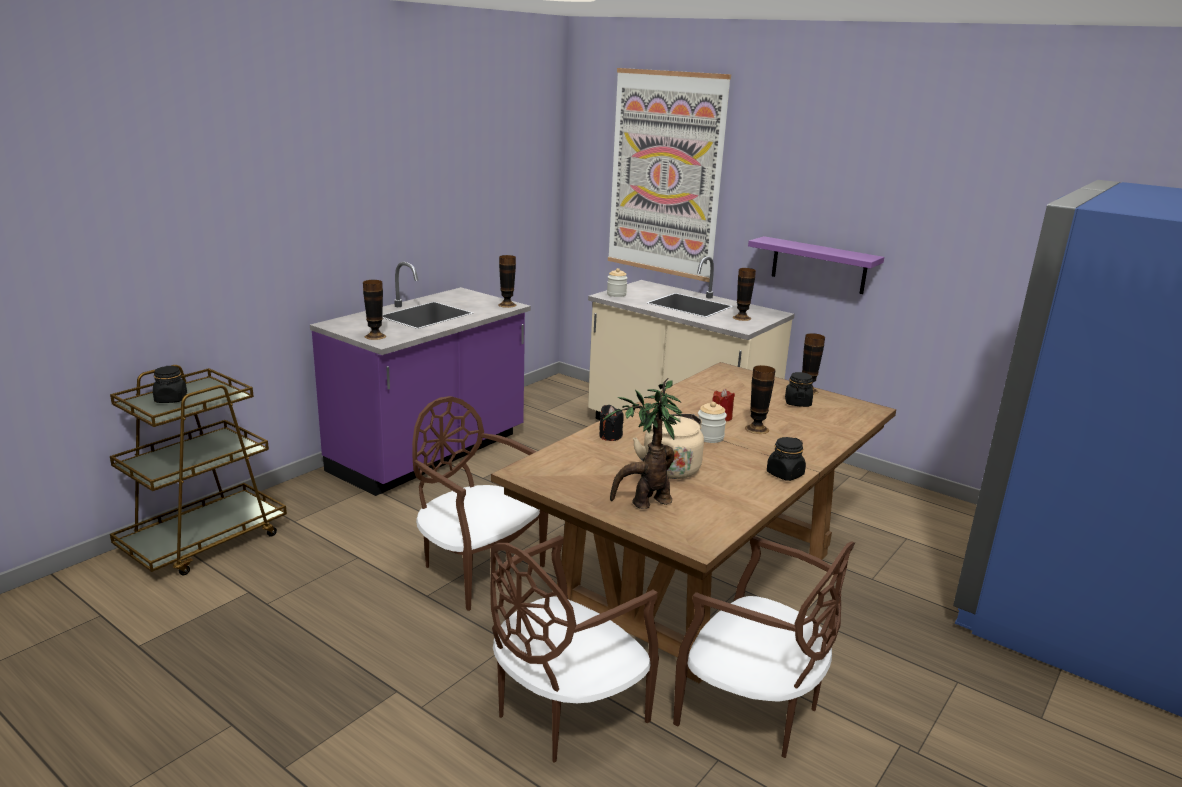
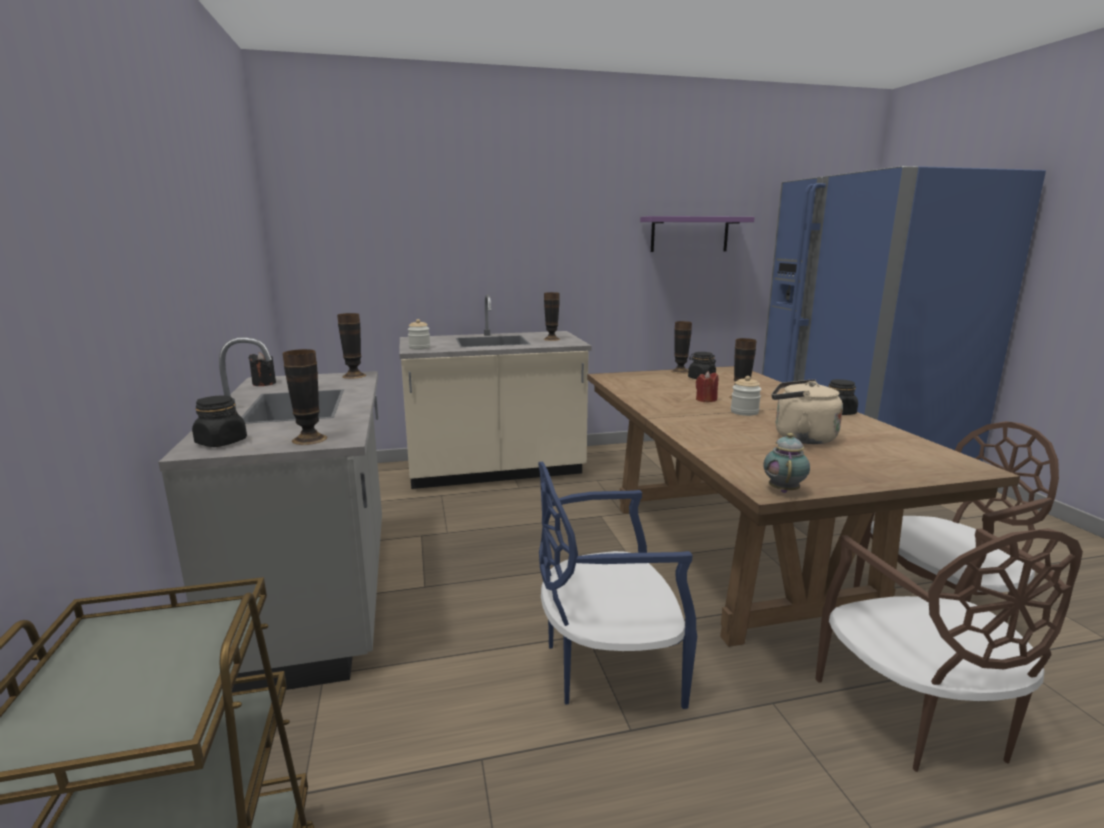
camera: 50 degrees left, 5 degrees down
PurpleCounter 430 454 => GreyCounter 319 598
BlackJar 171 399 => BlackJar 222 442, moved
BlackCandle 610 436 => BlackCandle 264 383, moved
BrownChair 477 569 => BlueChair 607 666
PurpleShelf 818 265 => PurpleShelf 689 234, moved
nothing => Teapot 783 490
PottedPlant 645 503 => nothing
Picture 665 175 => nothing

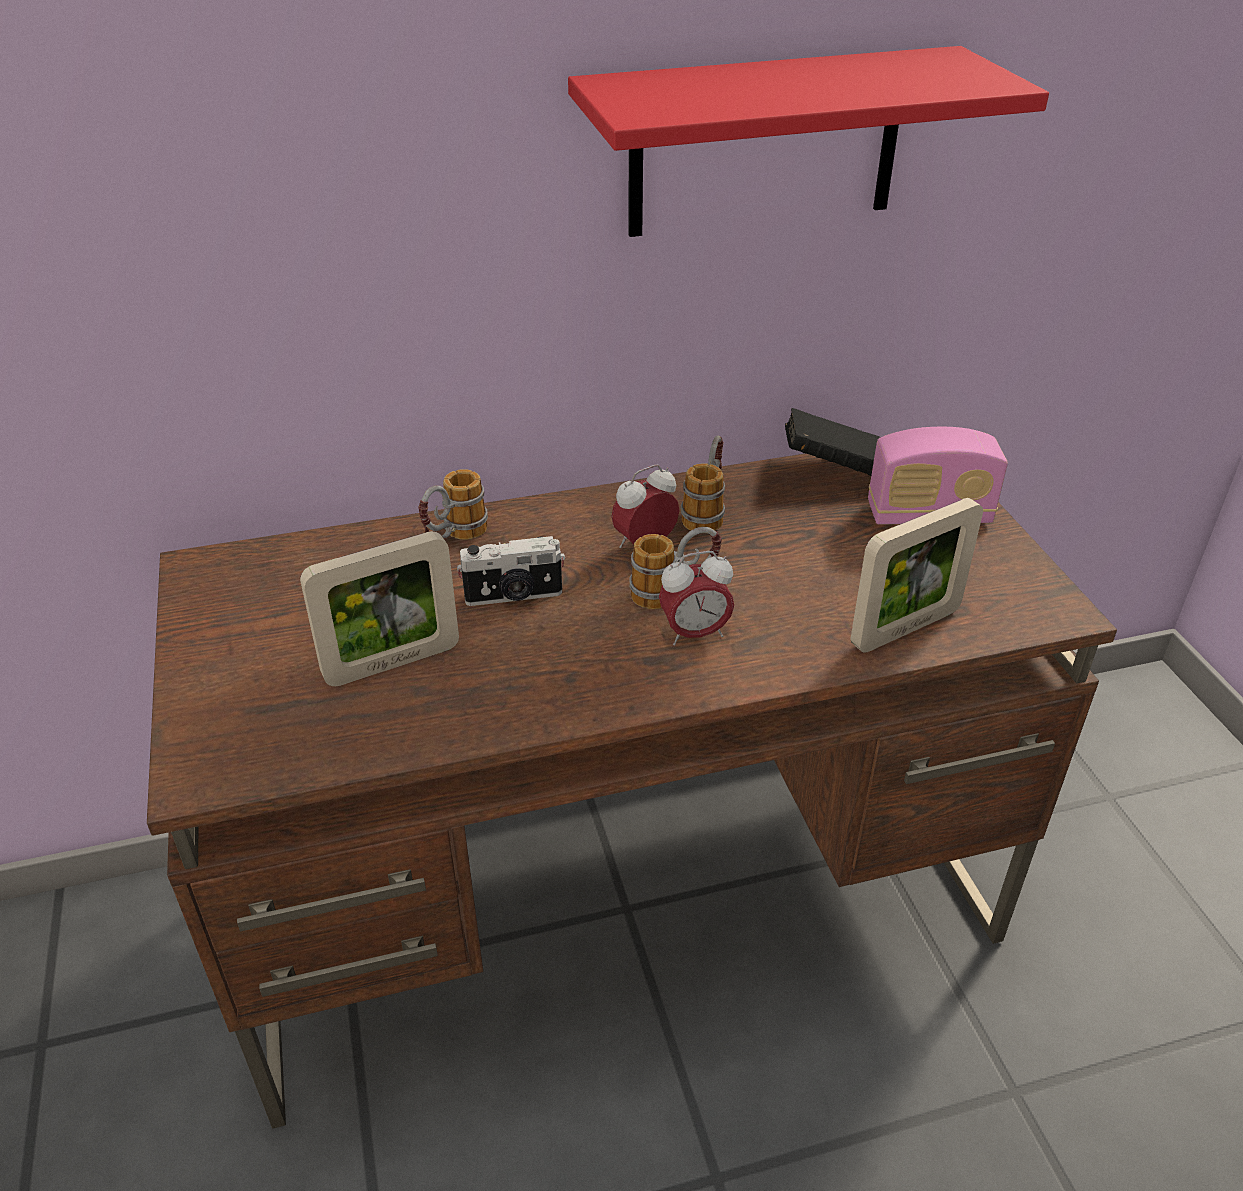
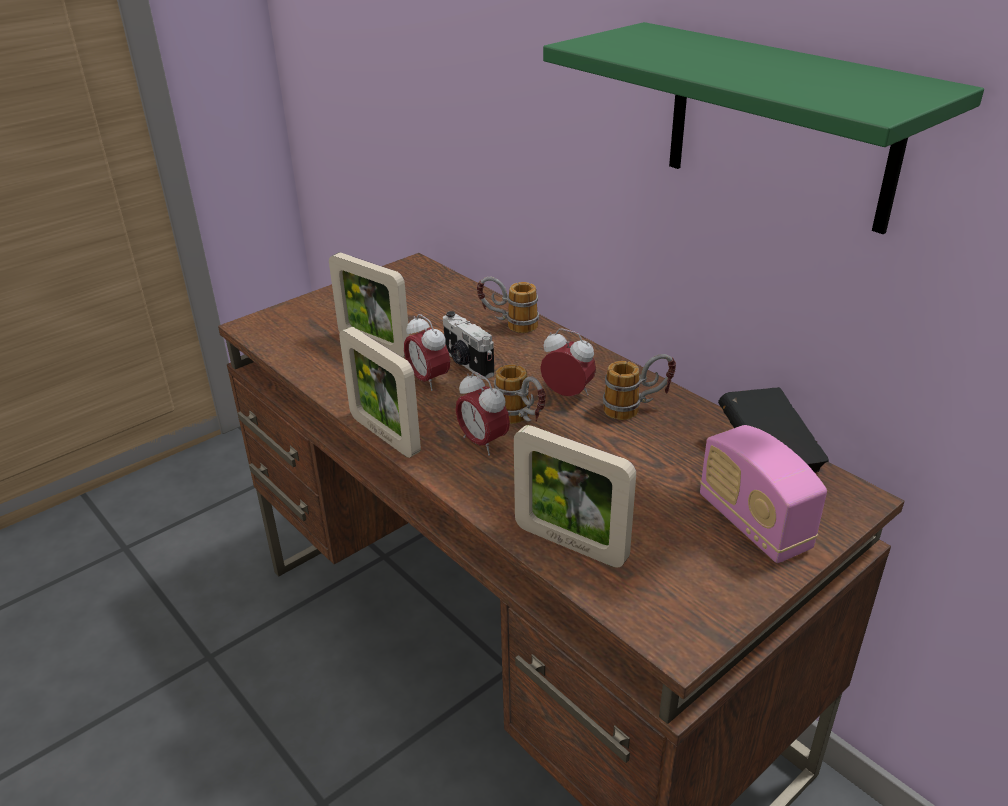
camera: 65 degrees right, 5 degrees down
nothing => PictureFrame 384 435
nothing => AlarmClock 428 380
RedShelf 765 143 => GreenShelf 780 126

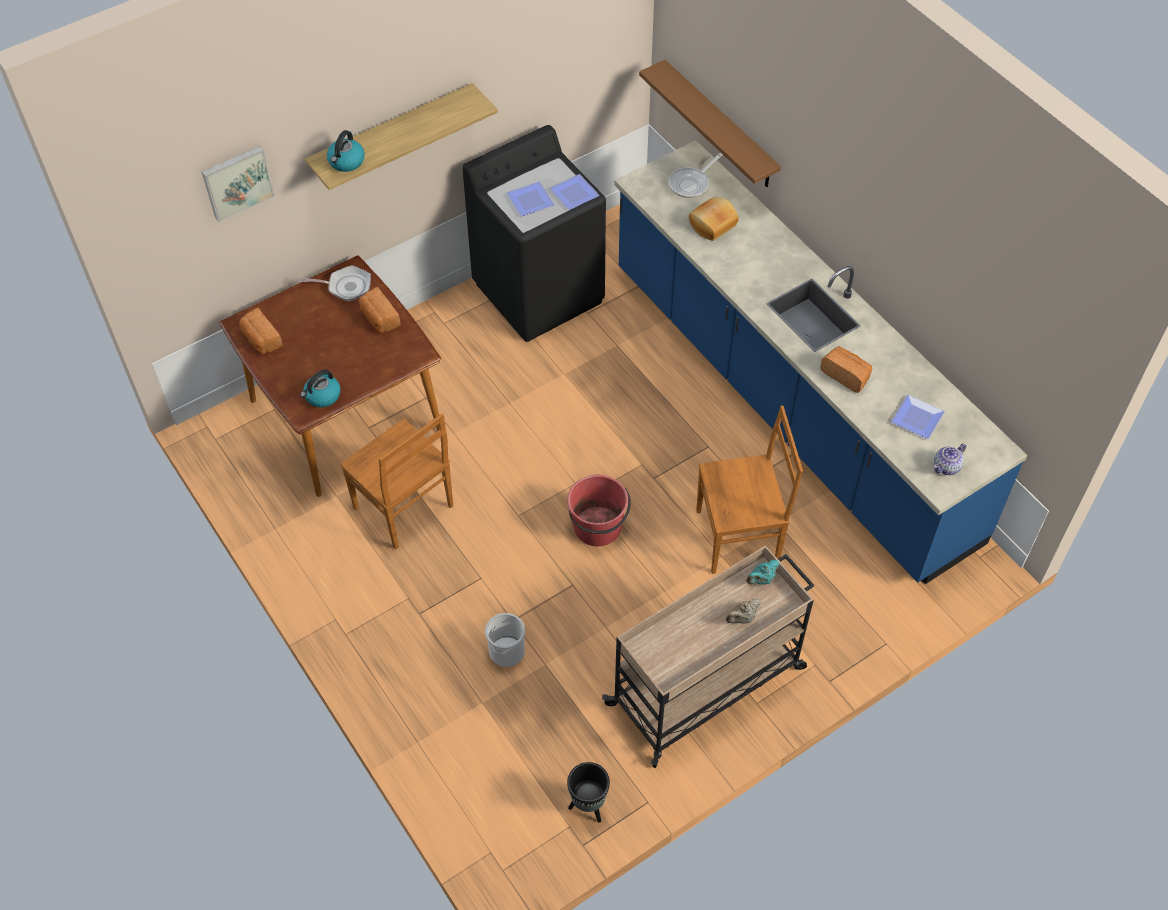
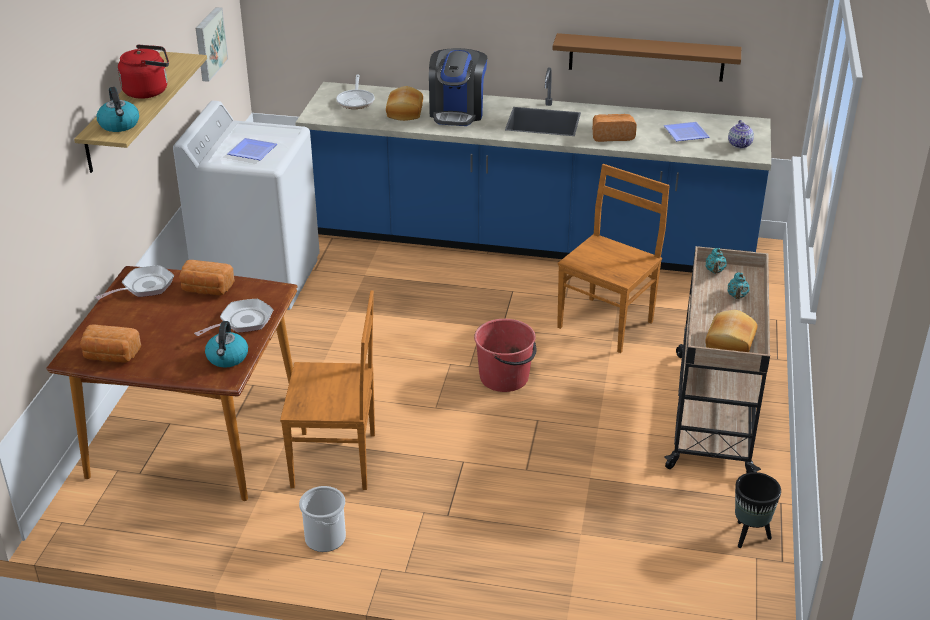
camera: 45 degrees left, 20 degrees down
nothing => RedKettle 149 91
BlackWashingMachine 539 292 => WhiteWashingMachine 259 278
nothing => FryingPan 243 322
Picture 237 182 => Picture 209 43, moved
Bucket 506 651 => Bucket 325 538, moved
nothing => CoffeeMachine 457 112
BrownShelf 720 125 => BrownShelf 646 57, moved
nothing => Bread 728 343
BeigeTeapot 742 618 => TurquoiseTeapot 737 296
Plate 572 193 => nothing

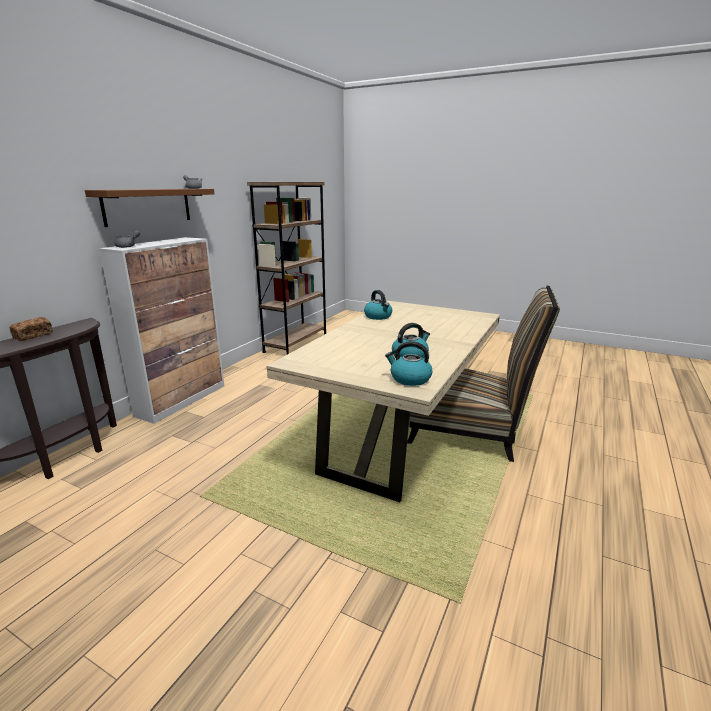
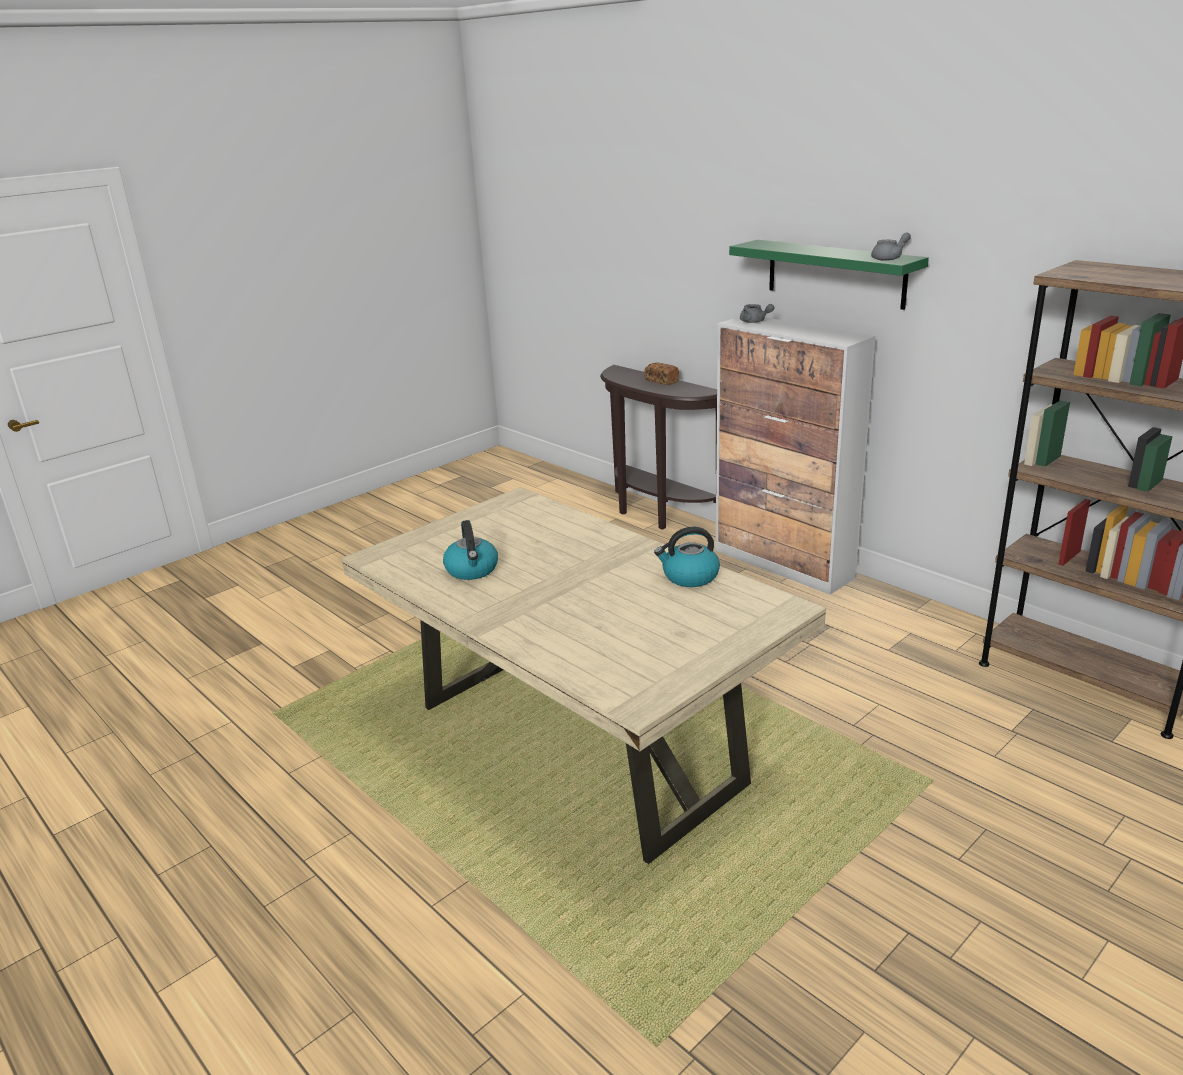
camera: 110 degrees right, 5 degrees up
BrownShelf 148 206 => GreenShelf 835 273
Kettle 409 379 => nothing
Chair 471 431 => nothing

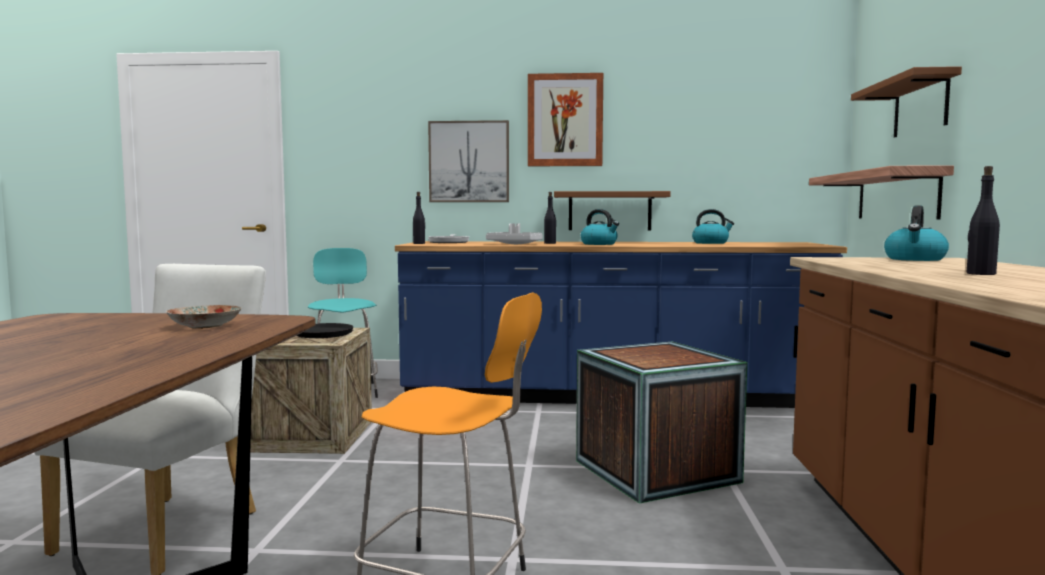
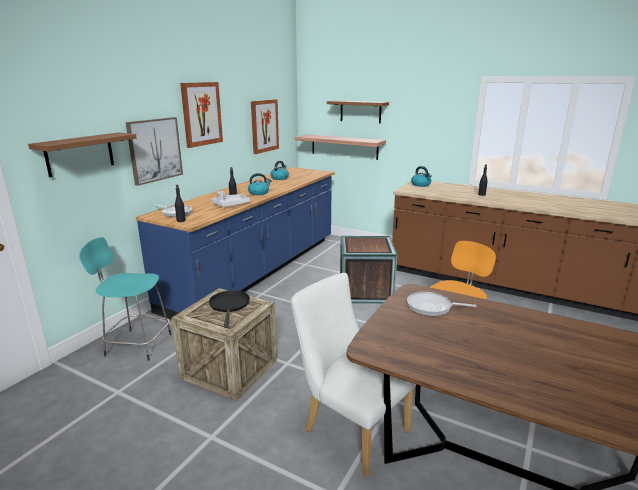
camera: 65 degrees left, 15 degrees up
BrownShelf 609 211 => BrownShelf 80 154, moved
nothing => Picture 264 126
Plate 204 326 => FryingPan 432 307

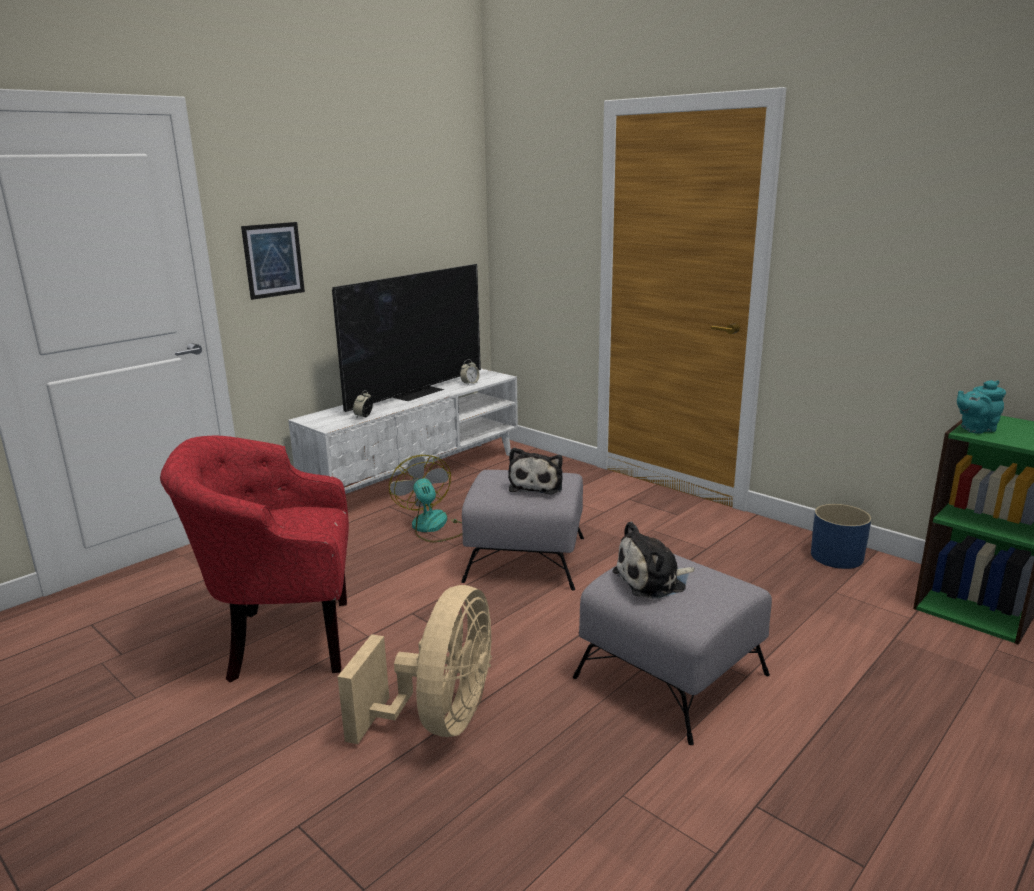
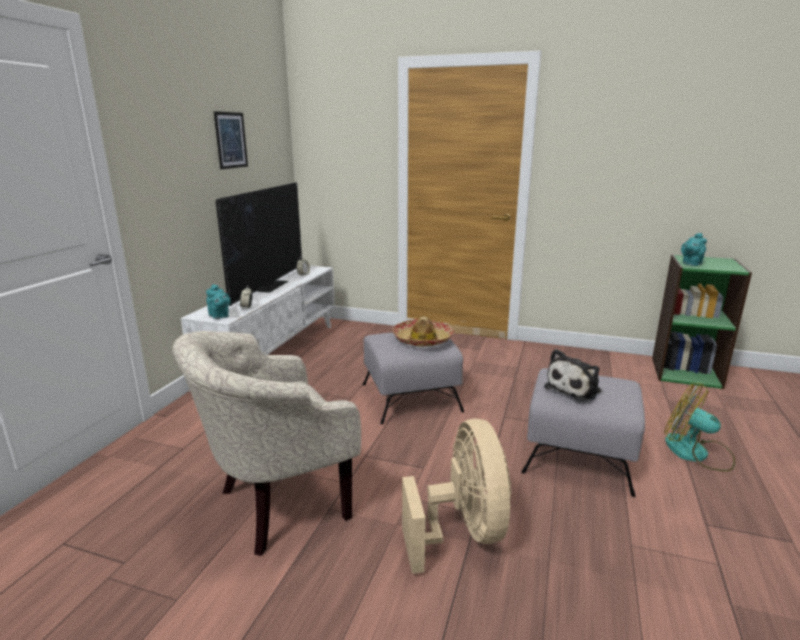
camera: 25 degrees left, 0 degrees up
RedArmchair 282 640 => BeigeArmchair 276 506
nothing => TurquoiseTeapot 219 316
Picture 273 260 => Picture 231 140, moved
PlushToy 537 485 => Hat 423 339
Fan 433 527 => Fan 696 453, moved
BluePlanter 837 556 => nothing

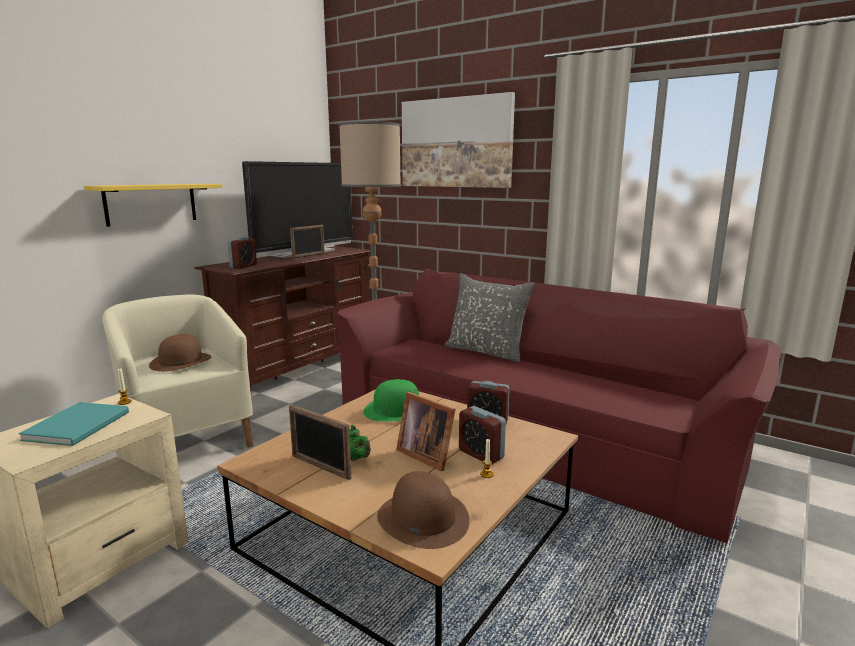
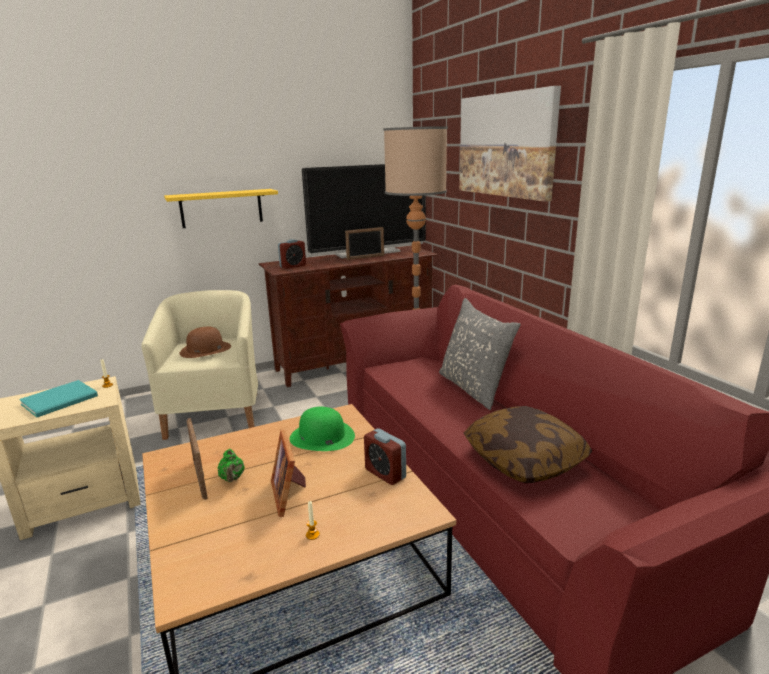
camera: 30 degrees right, 5 degrees up
nothing => Pillow 524 460
BrownHat 422 518 => nothing
AlarmClock 481 454 => nothing

